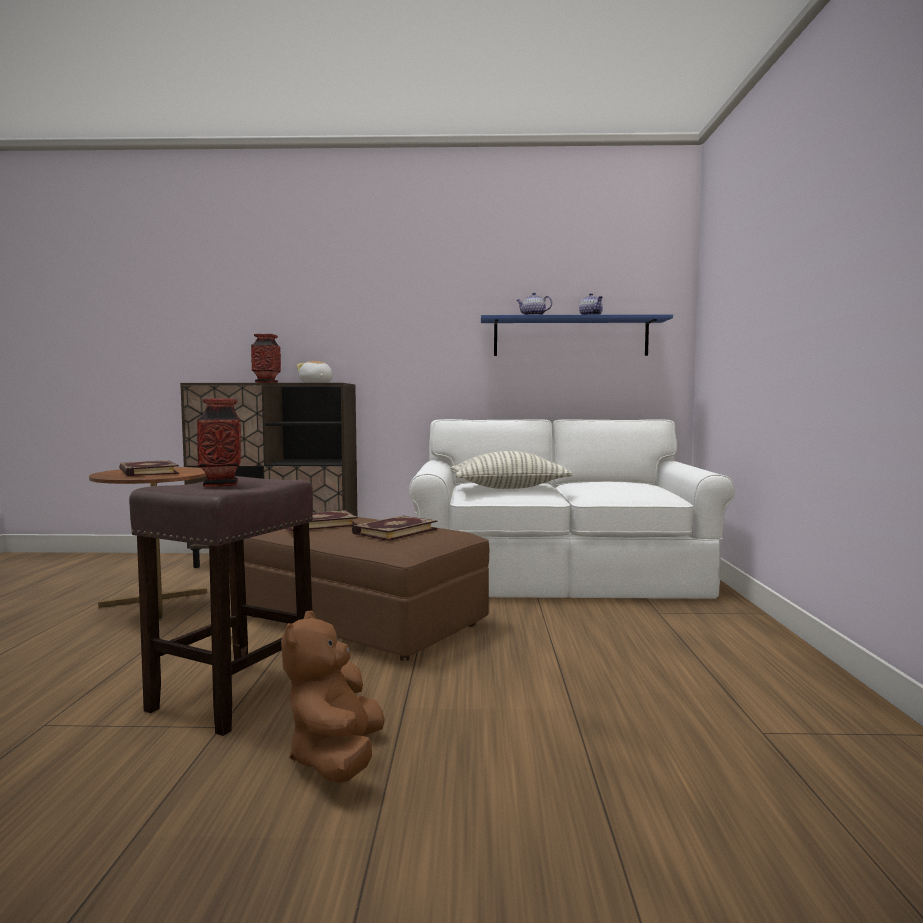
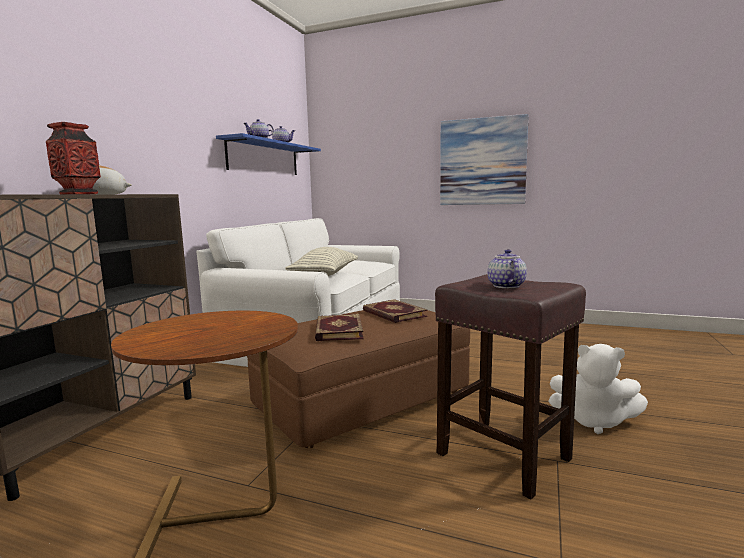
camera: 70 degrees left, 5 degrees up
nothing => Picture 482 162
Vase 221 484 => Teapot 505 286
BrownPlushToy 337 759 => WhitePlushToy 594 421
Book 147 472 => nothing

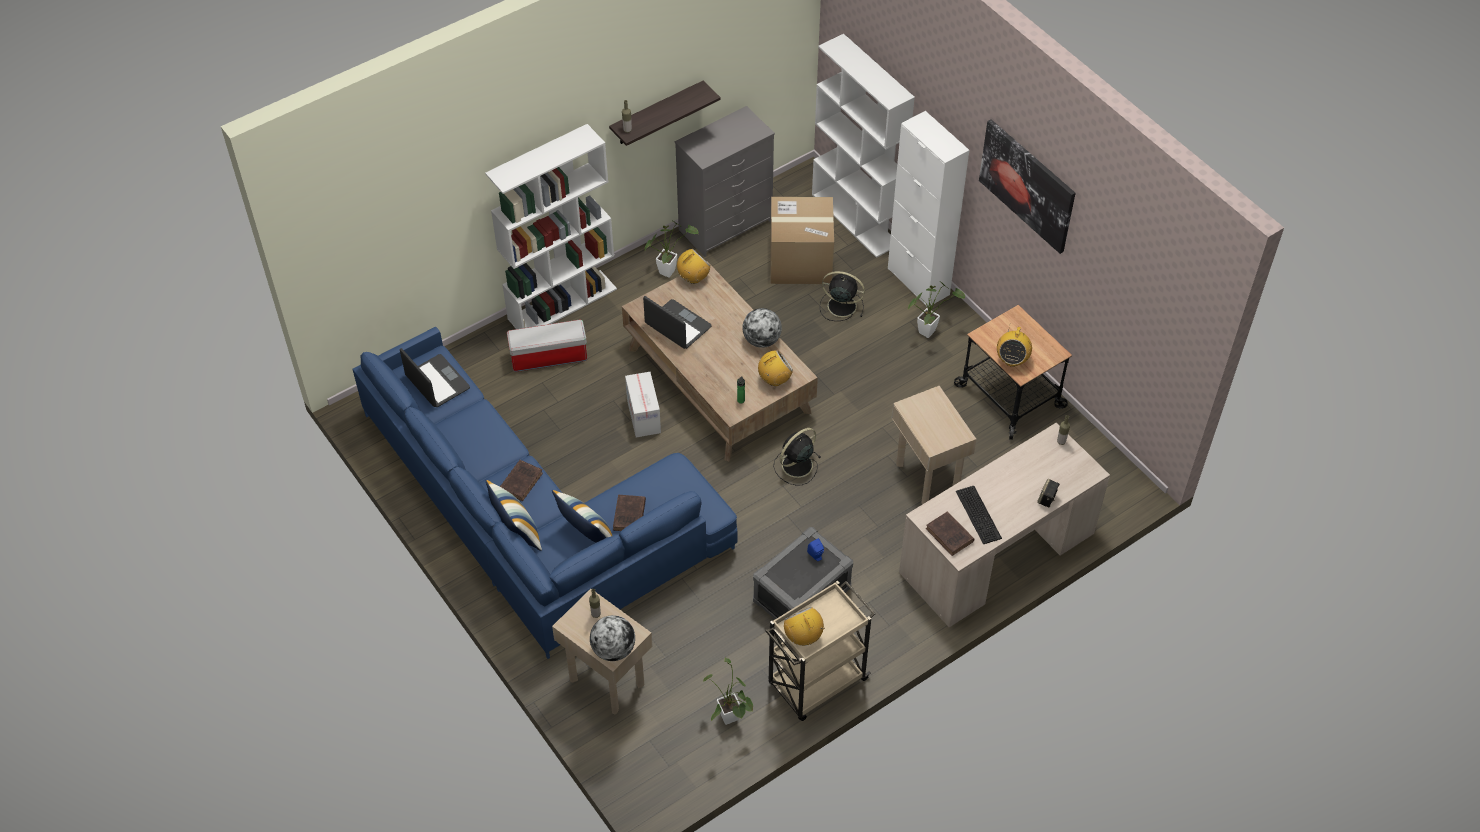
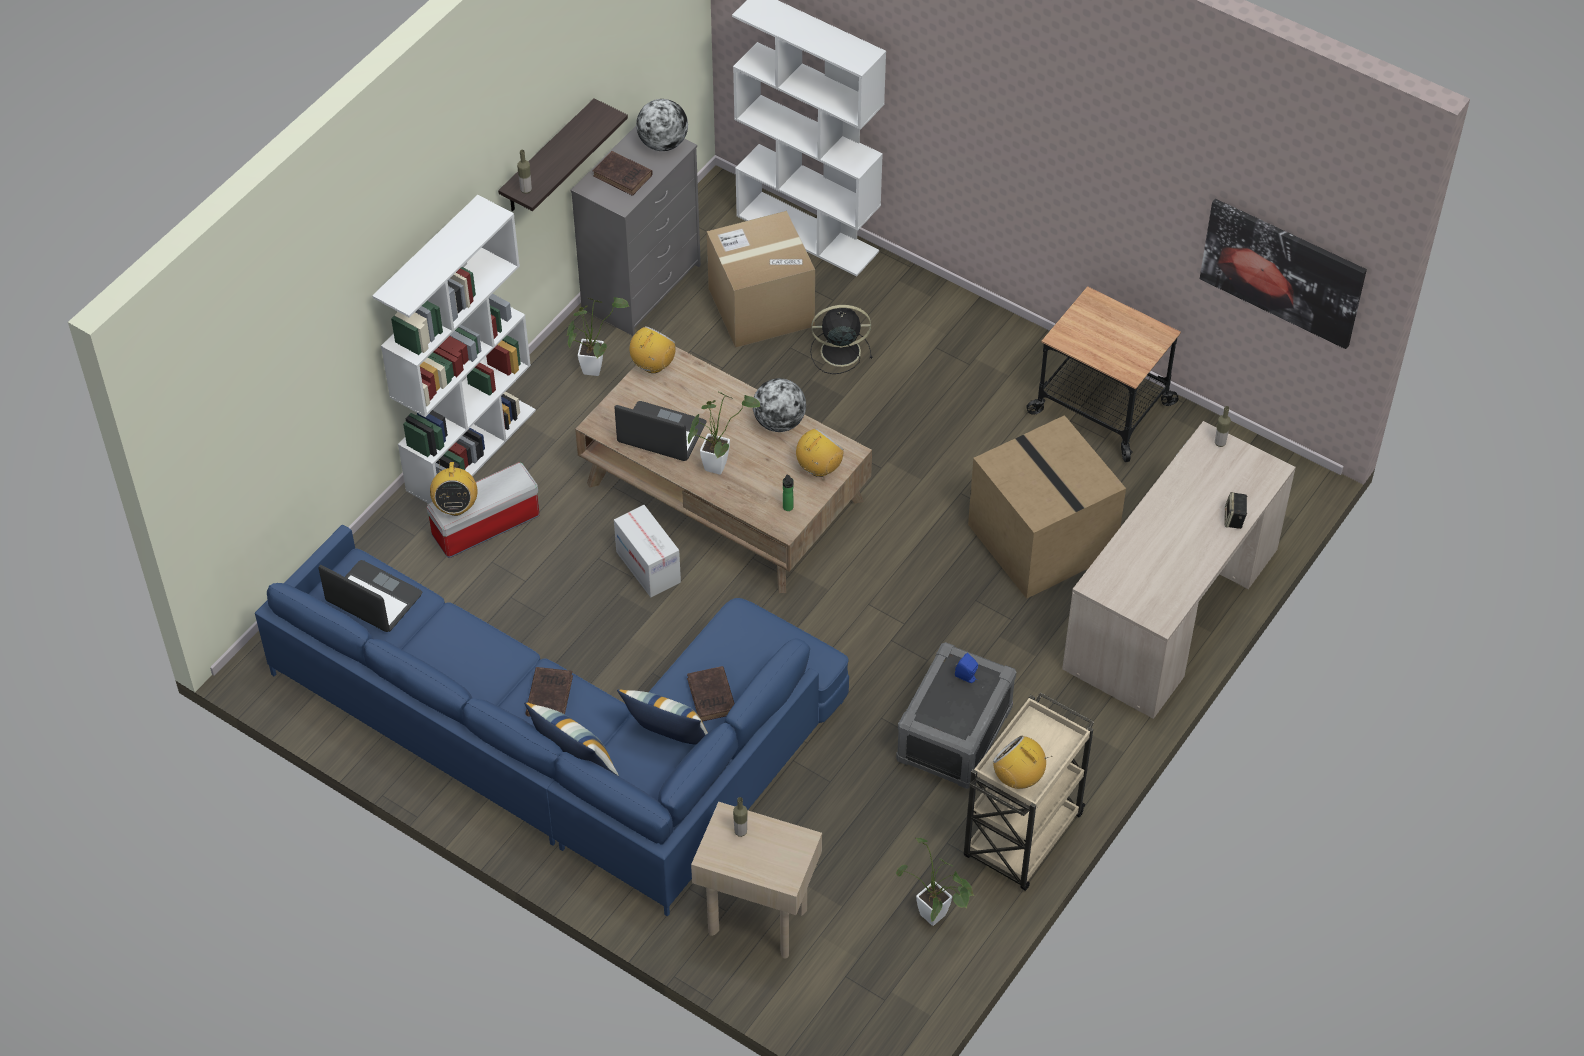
camera: 20 degrees left, 0 degrees up
Radio 1012 360 => Radio 456 506, moved
BrownBook 950 536 => BrownBook 624 176, moved
Globe 613 650 => Globe 663 143, moved
PottedPlant 929 330 => PottedPlant 717 463, moved
BeigeSideTable 926 477 => CardboardBox 1044 540
Picture 1027 185 => Picture 1282 272, moved
BlackFan 796 466 => nothing
WhiteCabinet 918 281 => nothing
Keyboard 979 514 => nothing

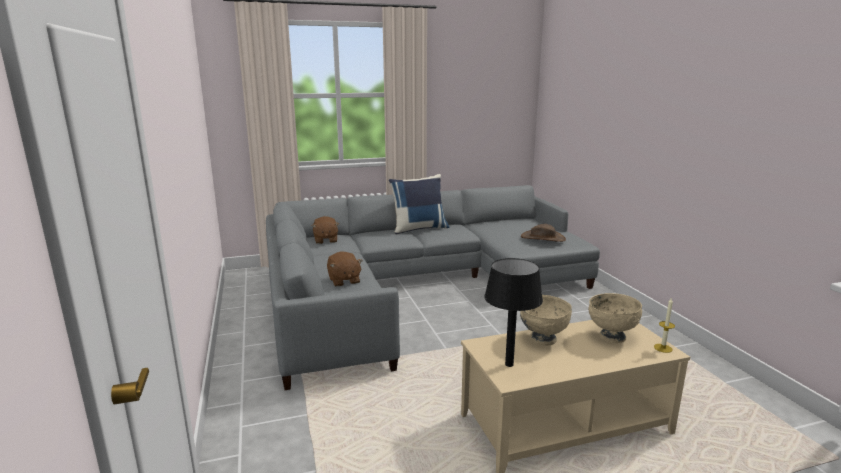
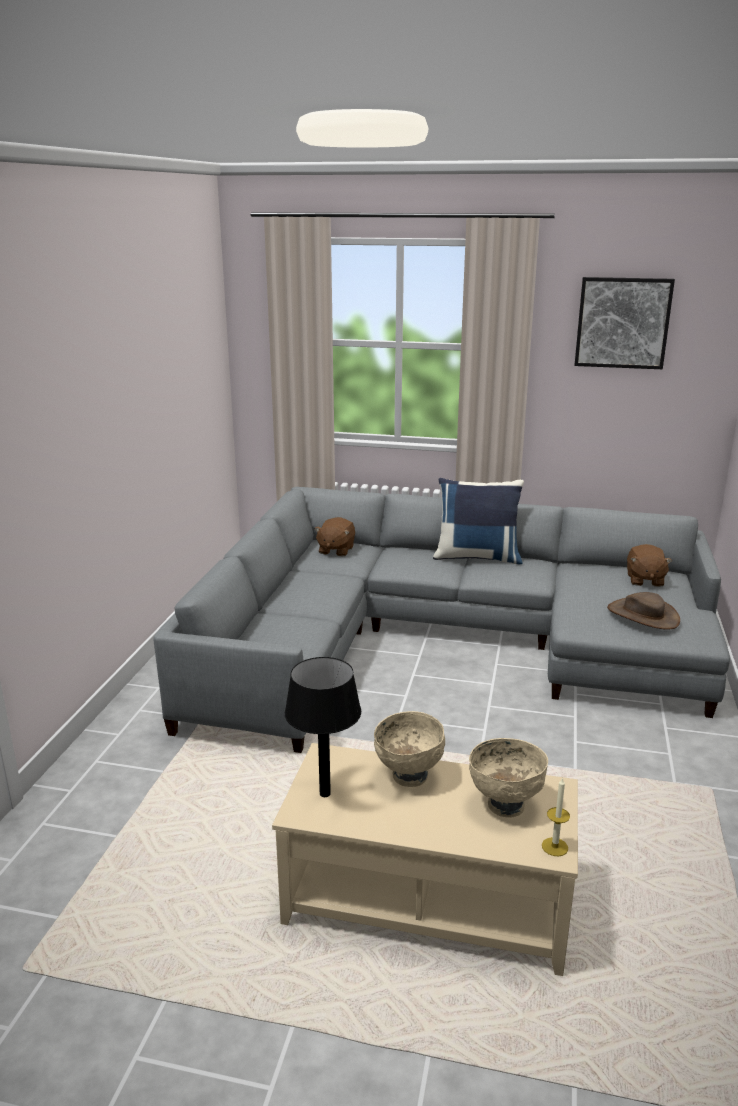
camera: 30 degrees right, 5 degrees up
nothing => Picture 622 323
BrownPlushToy 344 281 => BrownPlushToy 644 580, moved

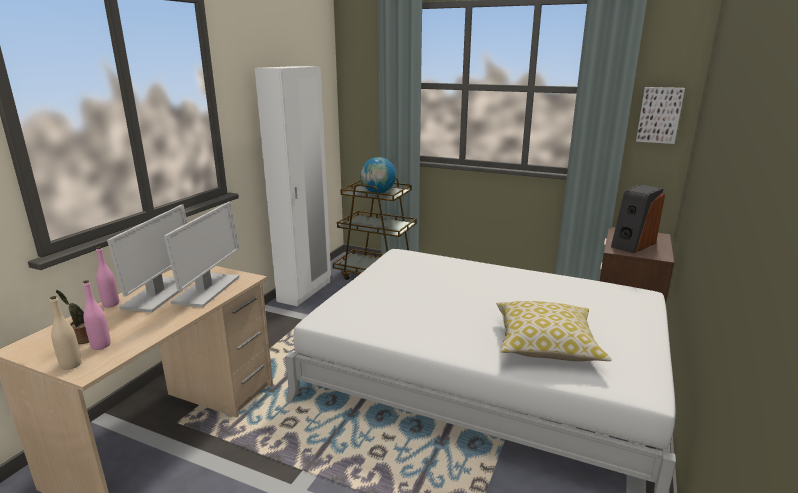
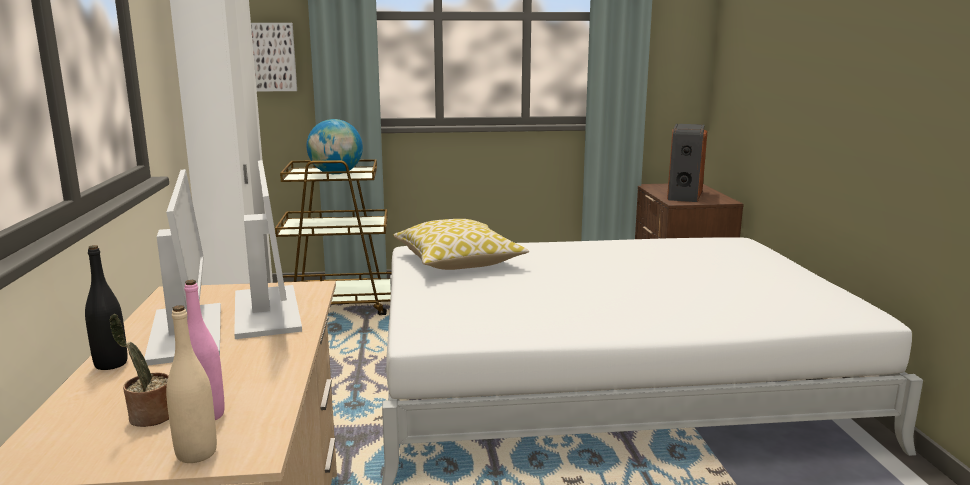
camera: 30 degrees left, 5 degrees down
PinkBottle 111 304 => BlackBottle 111 364
Picture 659 115 => Picture 272 57, moved
Pillow 546 345 => Pillow 458 262, moved

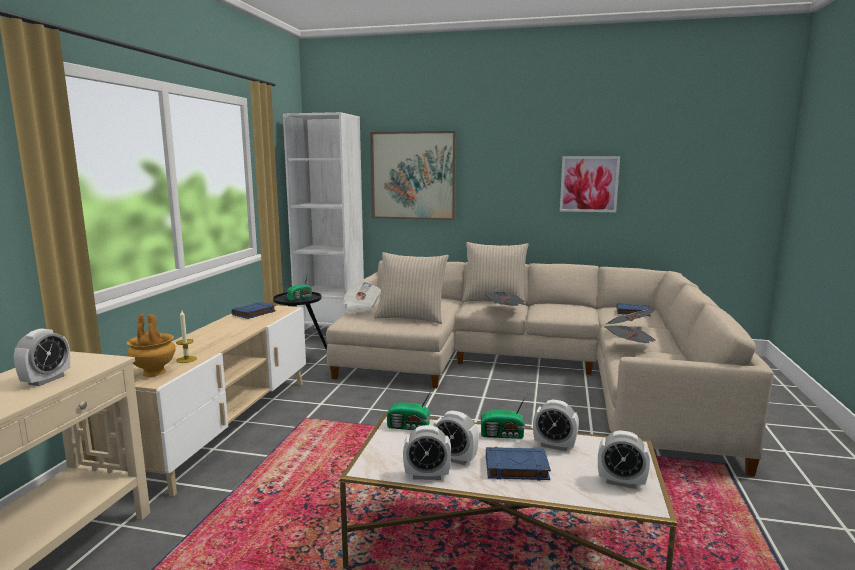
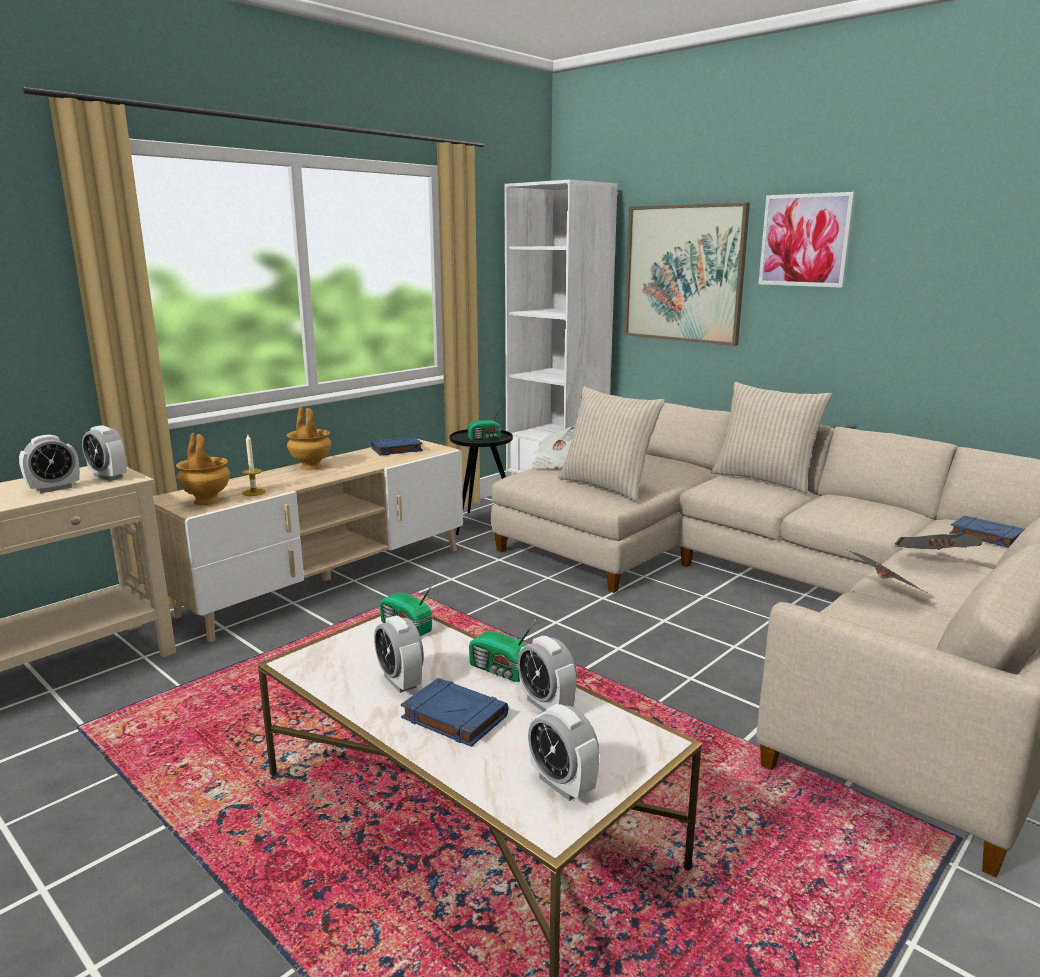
camera: 30 degrees right, 5 degrees up
AlarmClock 427 475 => AlarmClock 108 477, moved
nothing => BrownVase 310 467
Picture 589 184 => Picture 805 240, moved
Newspaper 504 310 => nothing

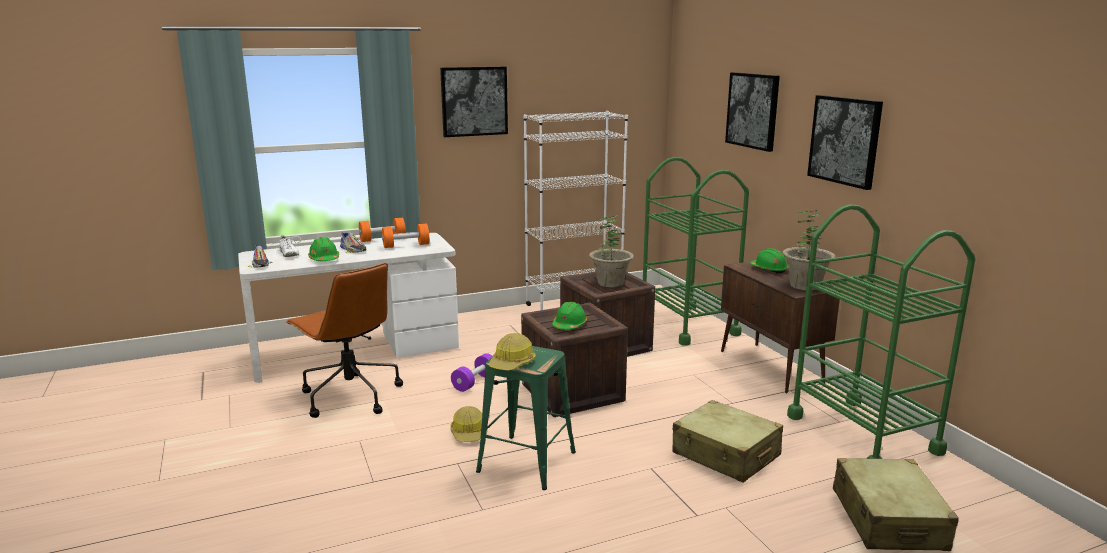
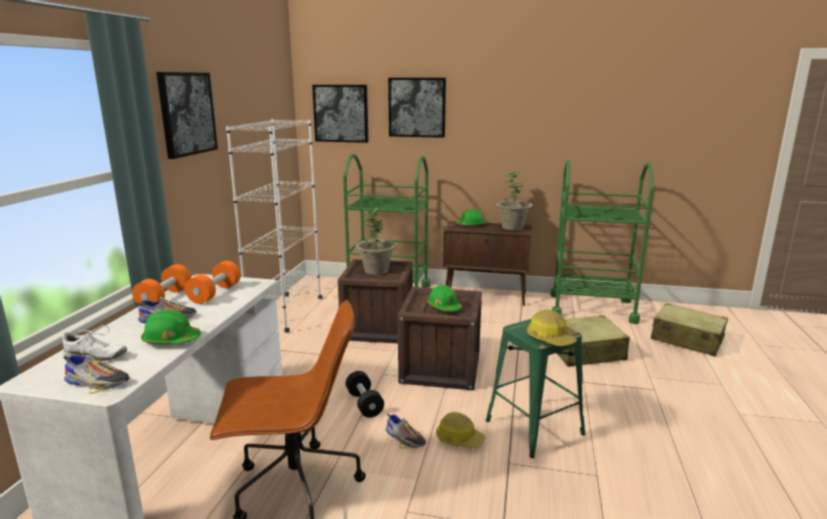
camera: 55 degrees left, 0 degrees up
Picture 845 140 => Picture 341 113, moved
PurpleDumbbell 475 382 => BlackDumbbell 364 404
nothing => Shoe 405 438

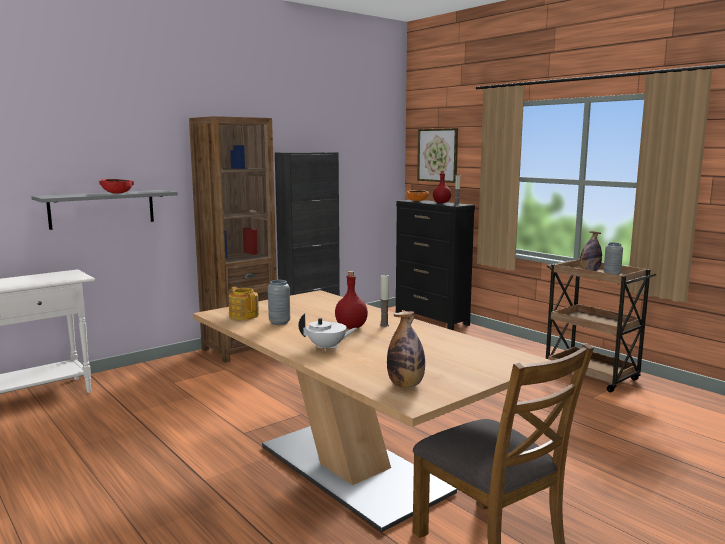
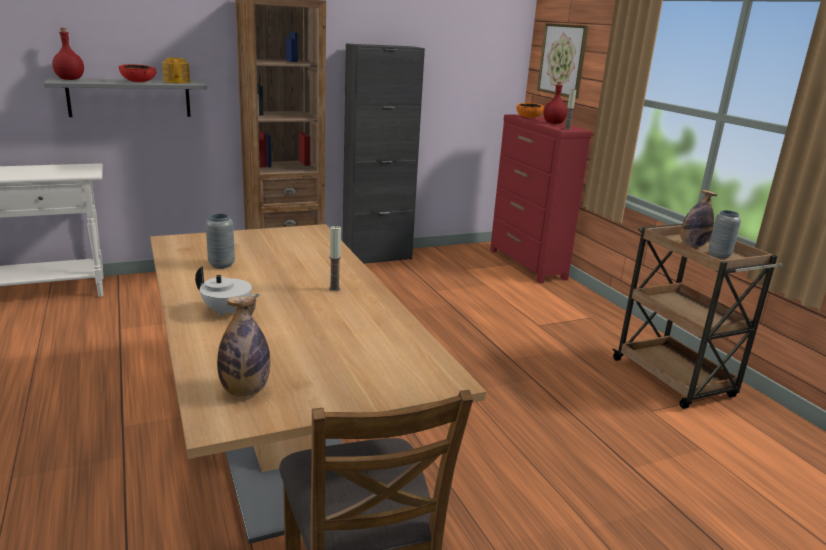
camera: 15 degrees right, 10 degrees up
RedBottle 350 327 => RedBottle 69 79, moved
Teapot 244 315 => Teapot 177 82, moved
BlackDresser 431 319 => RedDresser 527 264

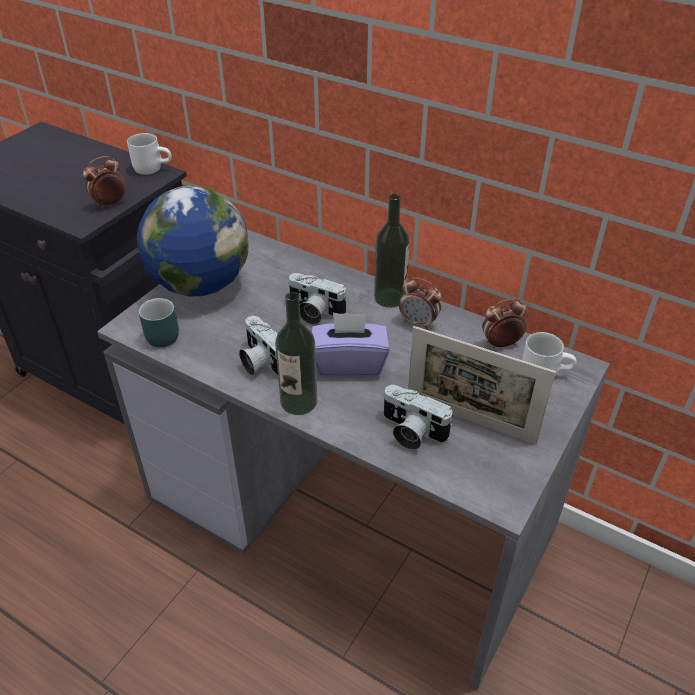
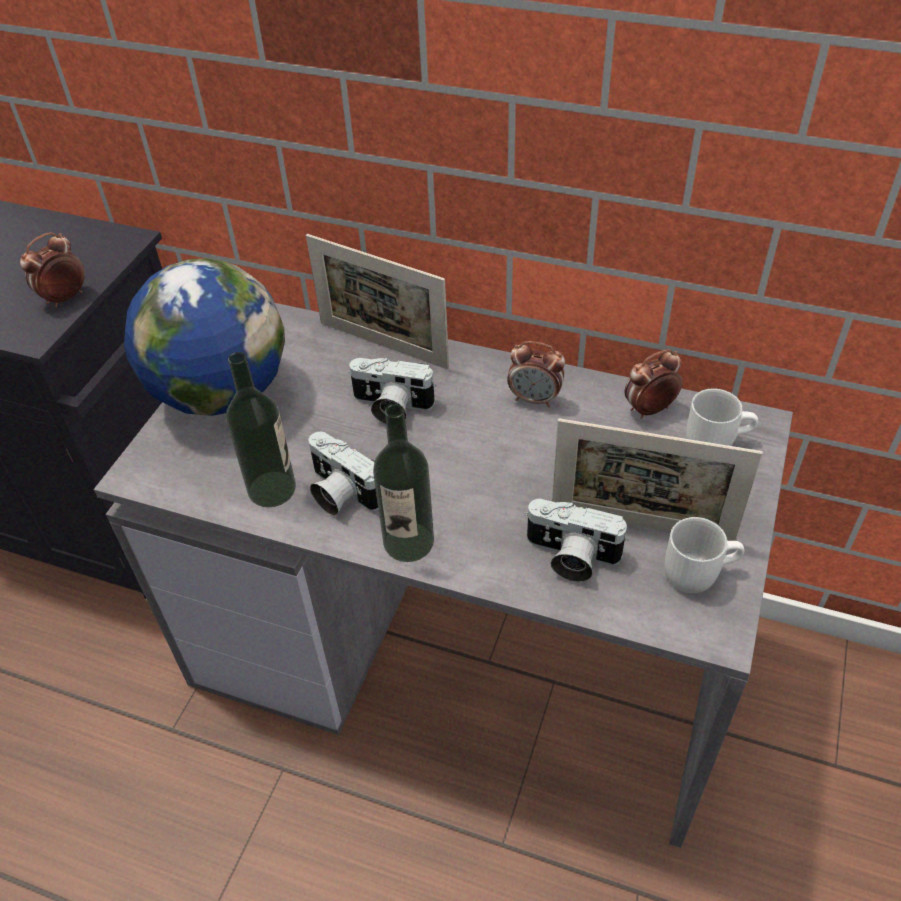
camera: 10 degrees left, 5 degrees up
Bottle 389 297 => Bottle 272 489, moved
nothing => PictureFrame 383 345
WhiteMug 153 168 => WhiteMug 697 570, moved
TurquoiseMug 158 335 => nothing
PurpleTissueBox 349 363 => nothing

